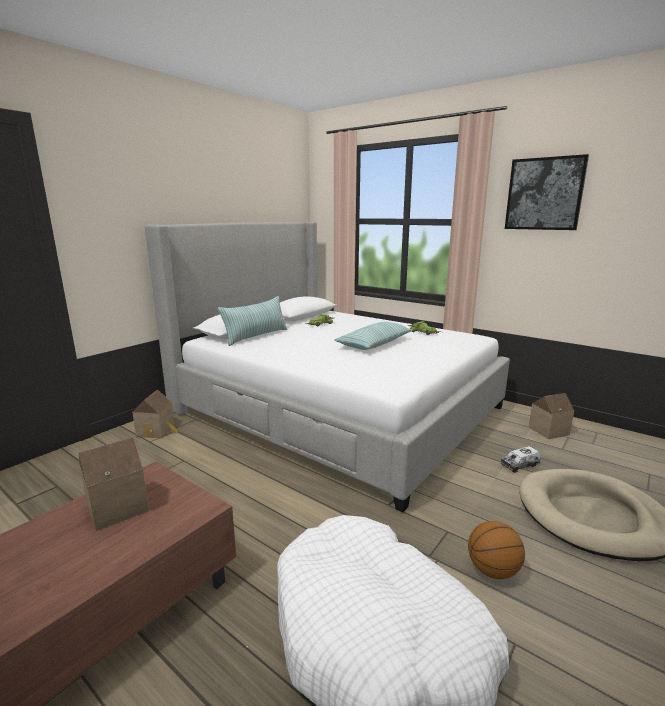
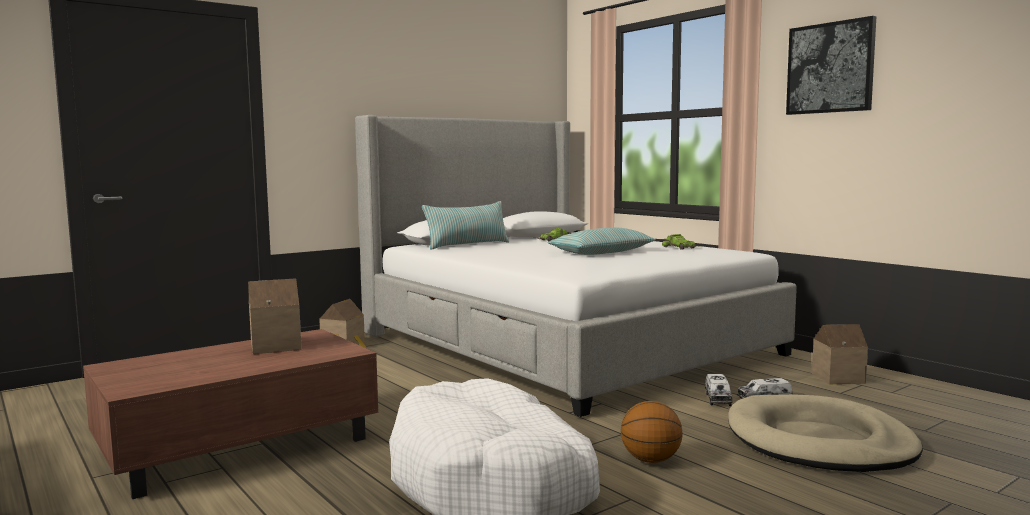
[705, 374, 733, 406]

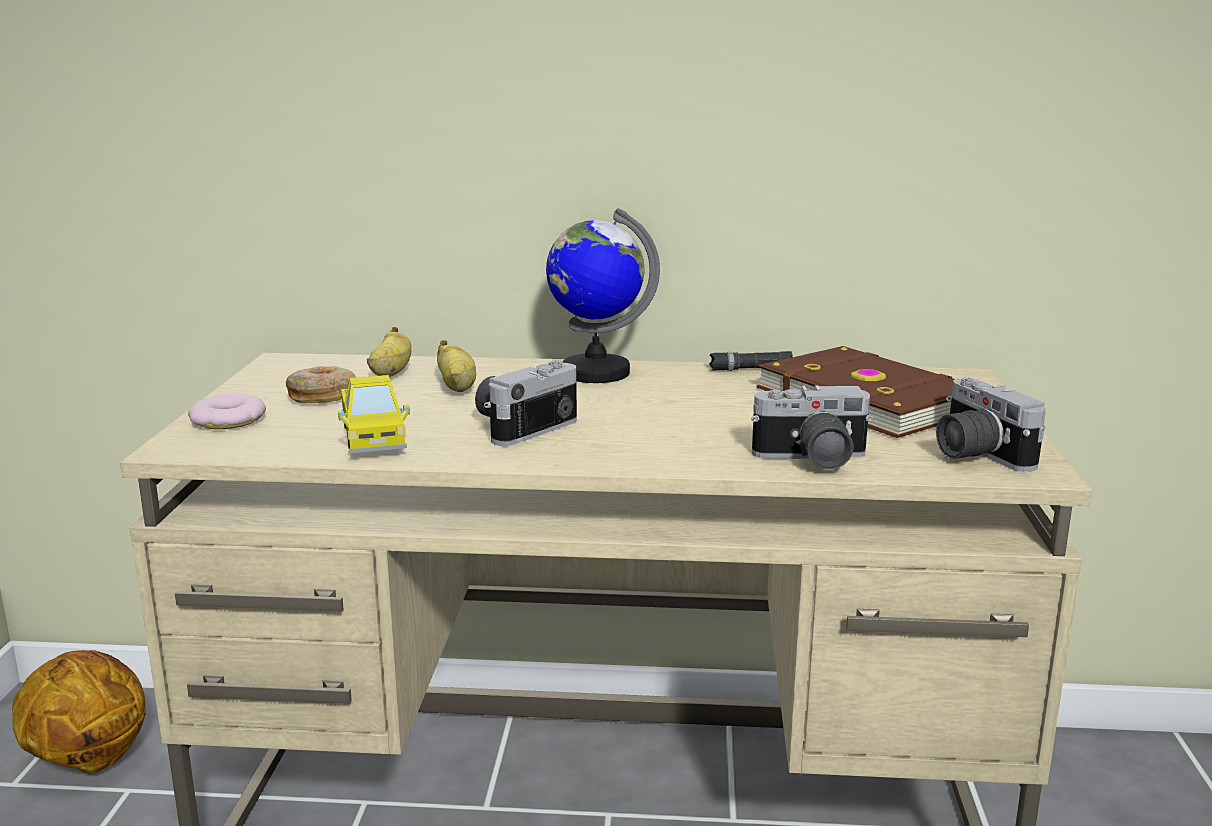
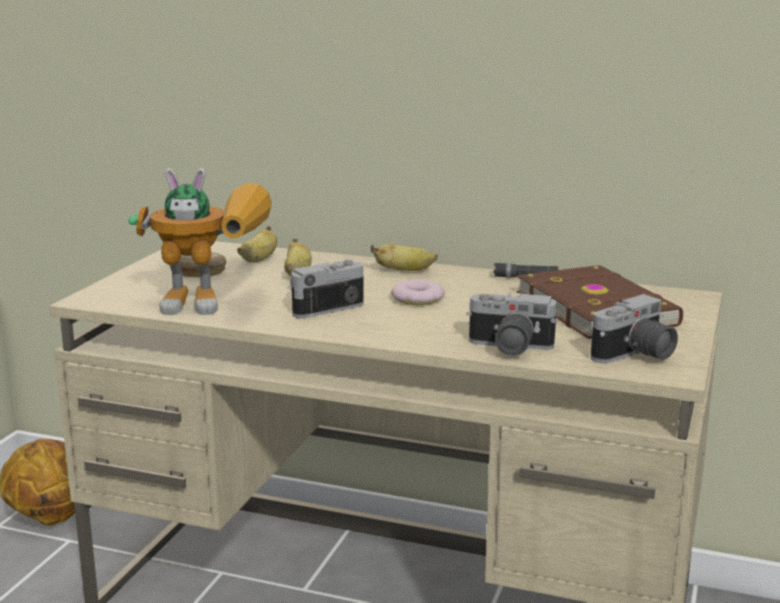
[391, 280, 445, 305]
[128, 168, 272, 315]
[371, 244, 438, 271]
[591, 294, 678, 364]

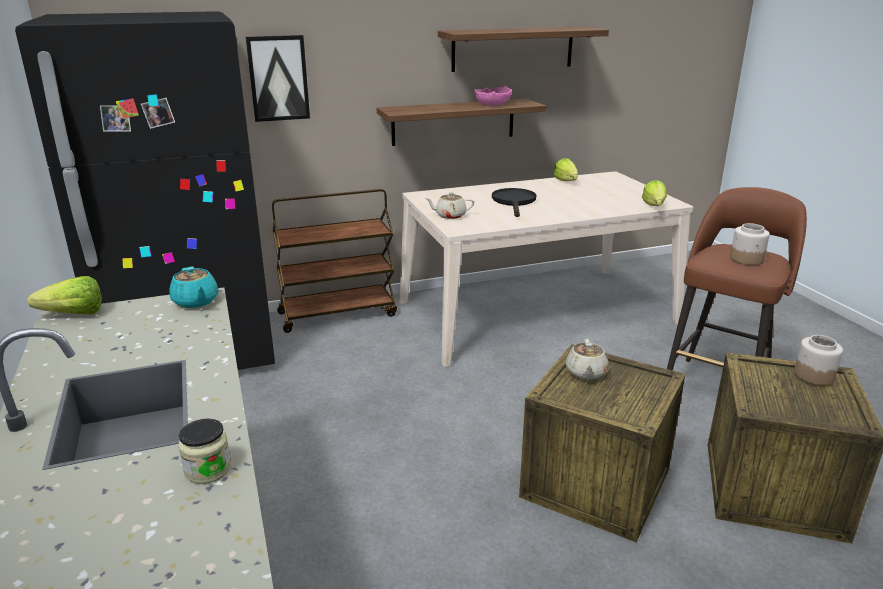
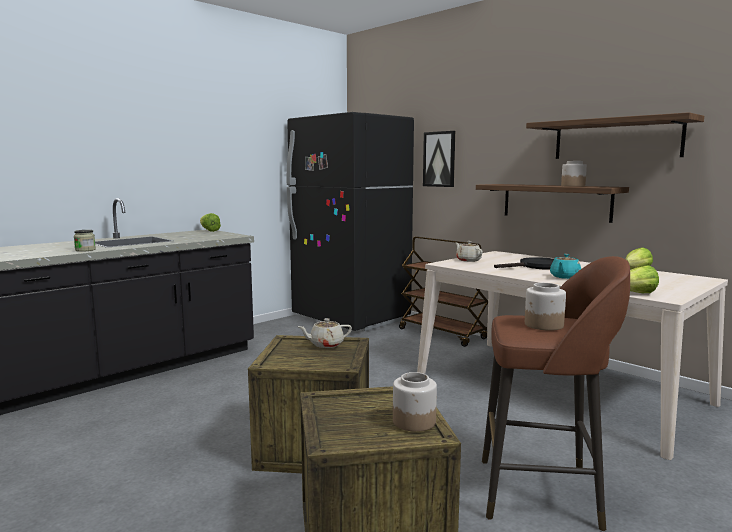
[550, 254, 581, 279]
[561, 161, 587, 187]

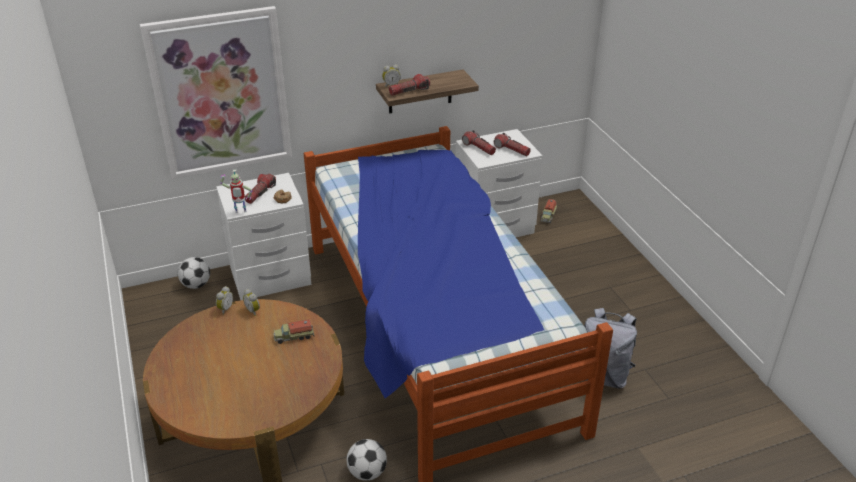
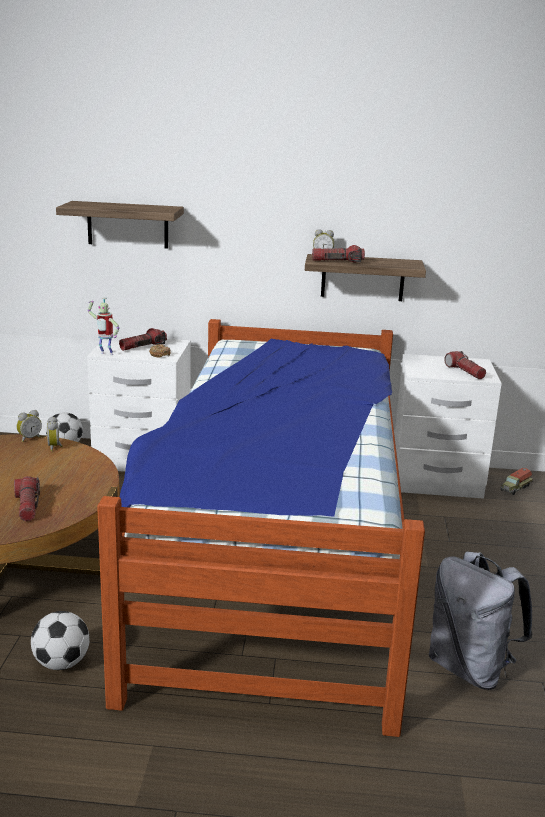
[56, 201, 184, 249]
[273, 319, 314, 344] (first image)
[14, 476, 40, 521]

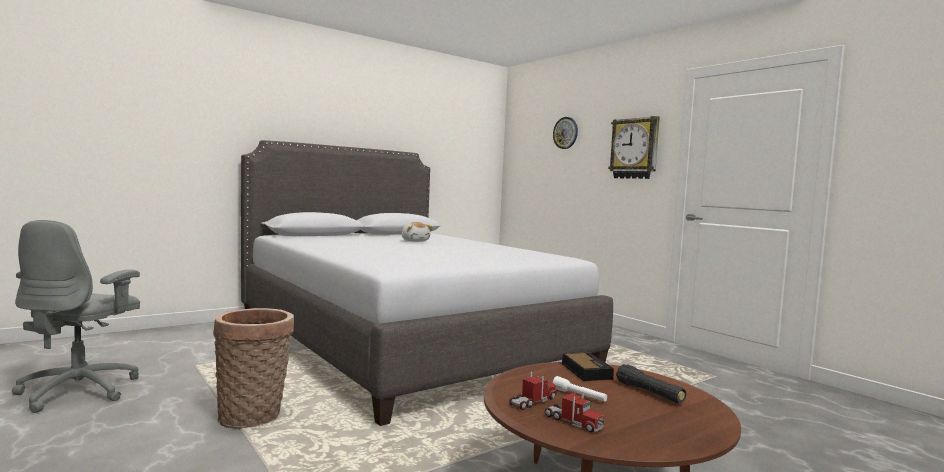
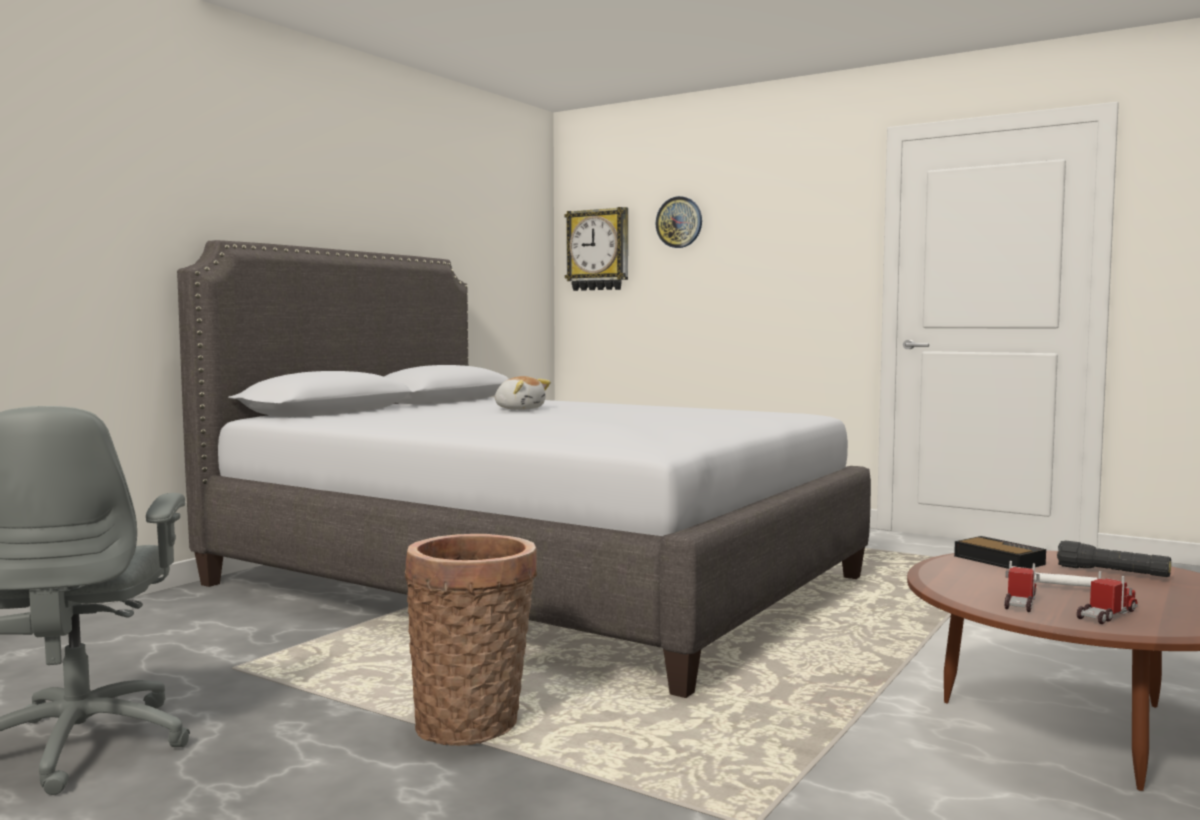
[1077, 571, 1138, 624]
[565, 207, 628, 291]

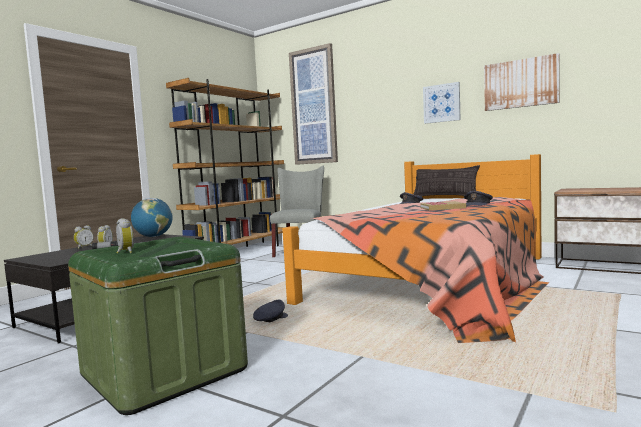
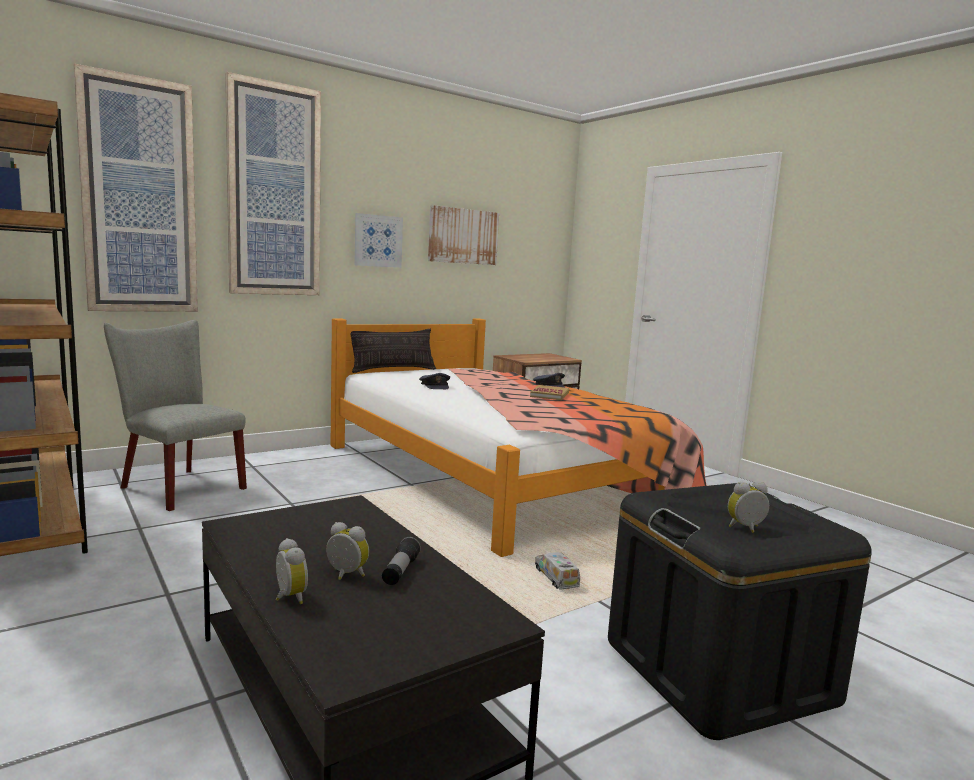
[608, 483, 872, 740]
[131, 198, 173, 237] (first image)
[535, 552, 580, 590]
[225, 72, 321, 295]

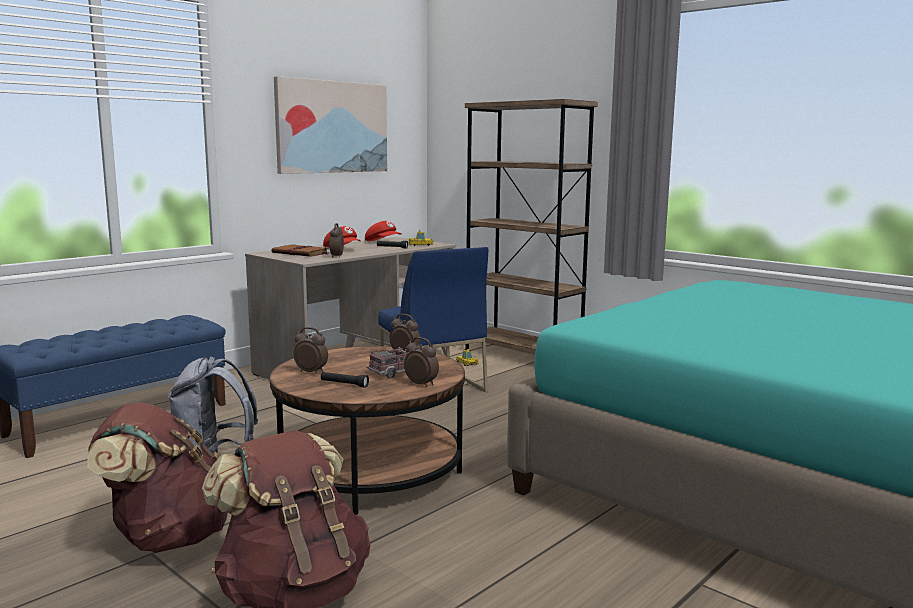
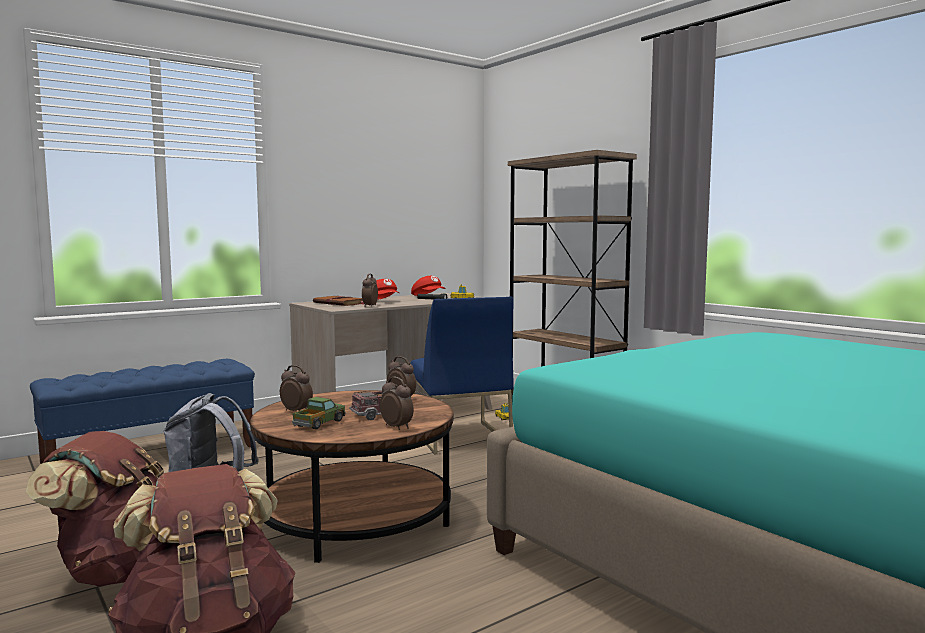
[274, 76, 387, 174] (first image)
[292, 397, 345, 429]

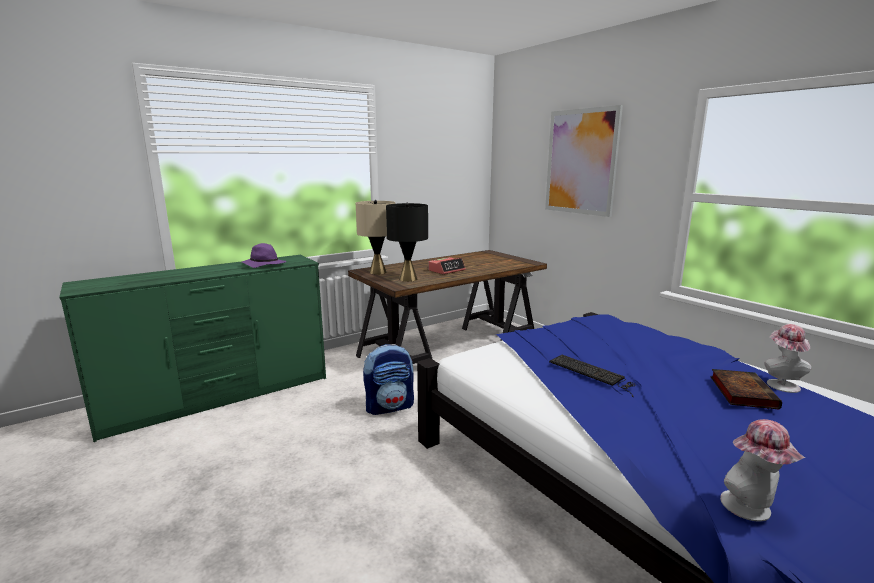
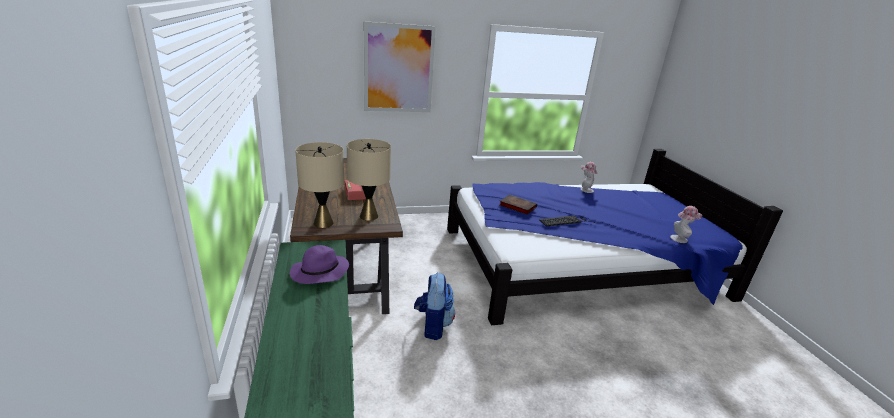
[347, 139, 391, 221]
[499, 195, 537, 215]

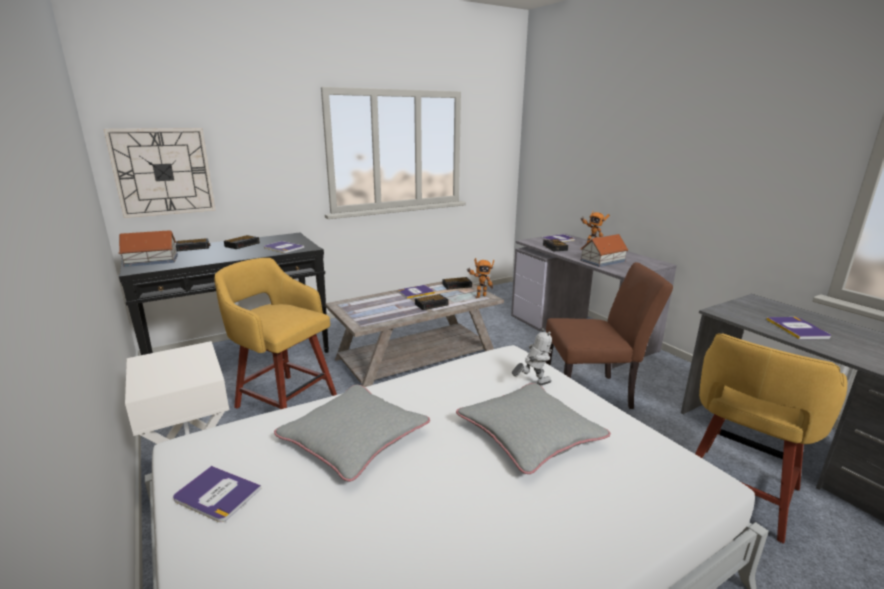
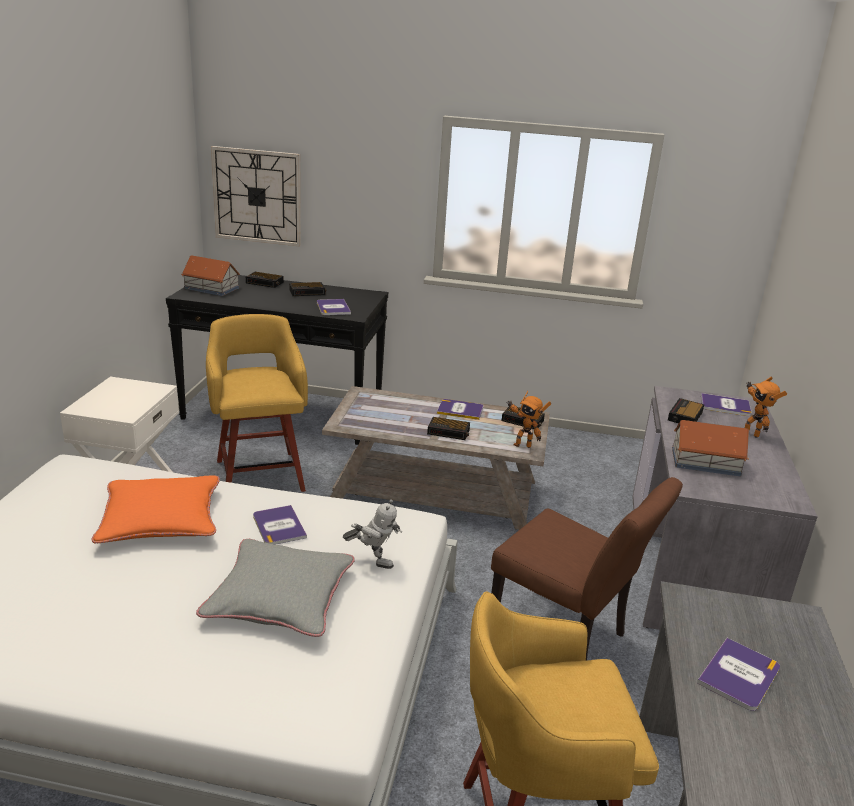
[253, 505, 307, 545]
[91, 475, 219, 543]

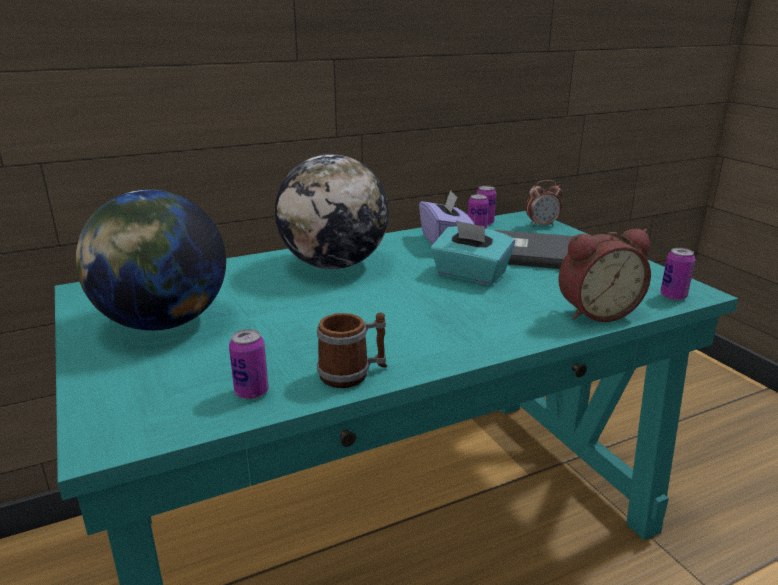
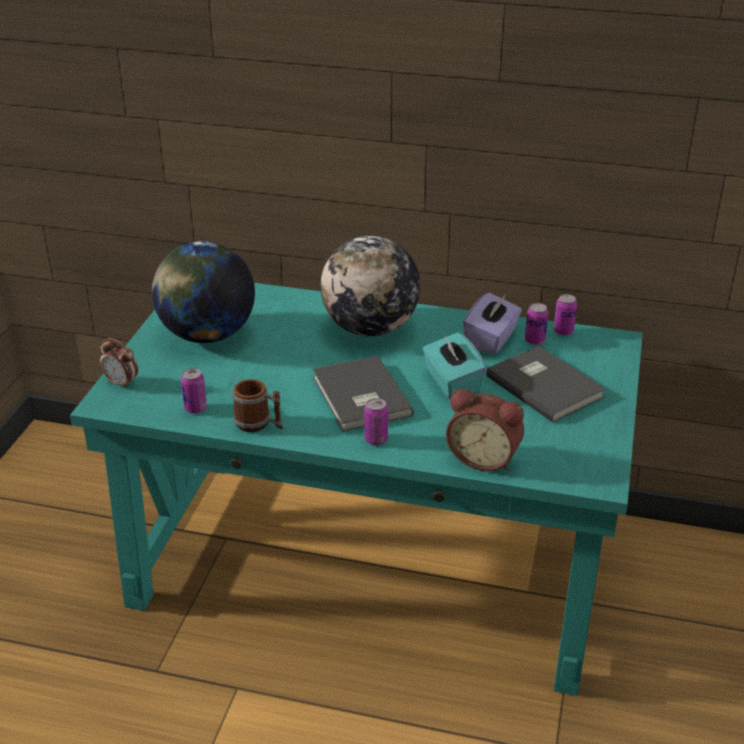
[100, 338, 138, 389]
[364, 398, 388, 445]
[313, 356, 414, 432]

